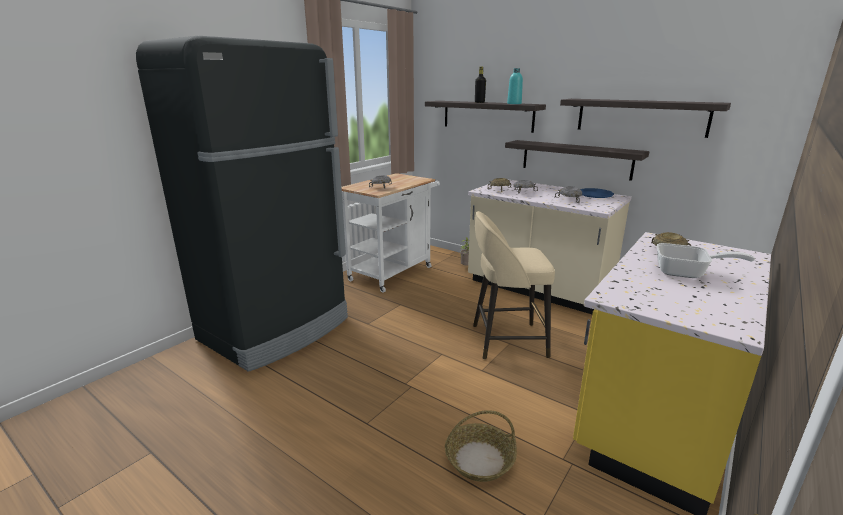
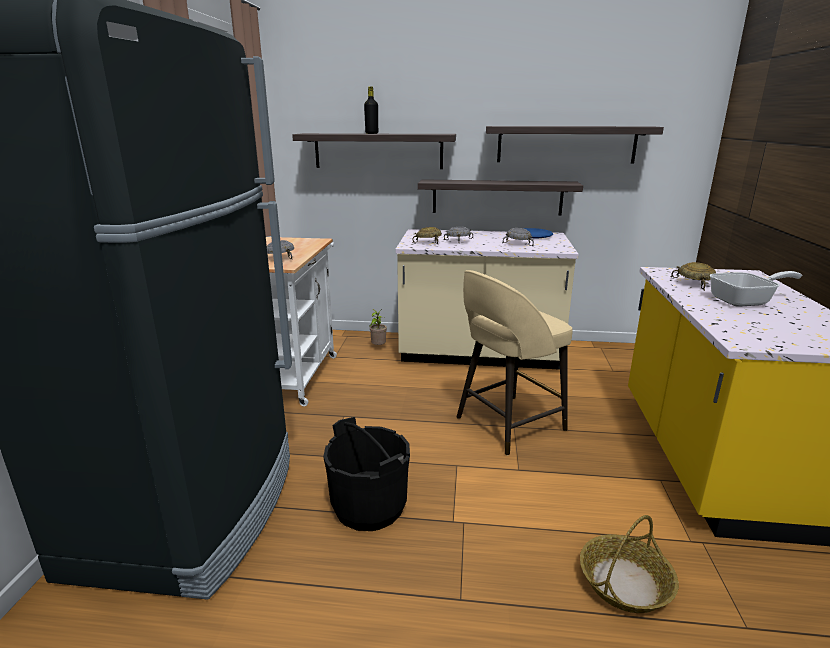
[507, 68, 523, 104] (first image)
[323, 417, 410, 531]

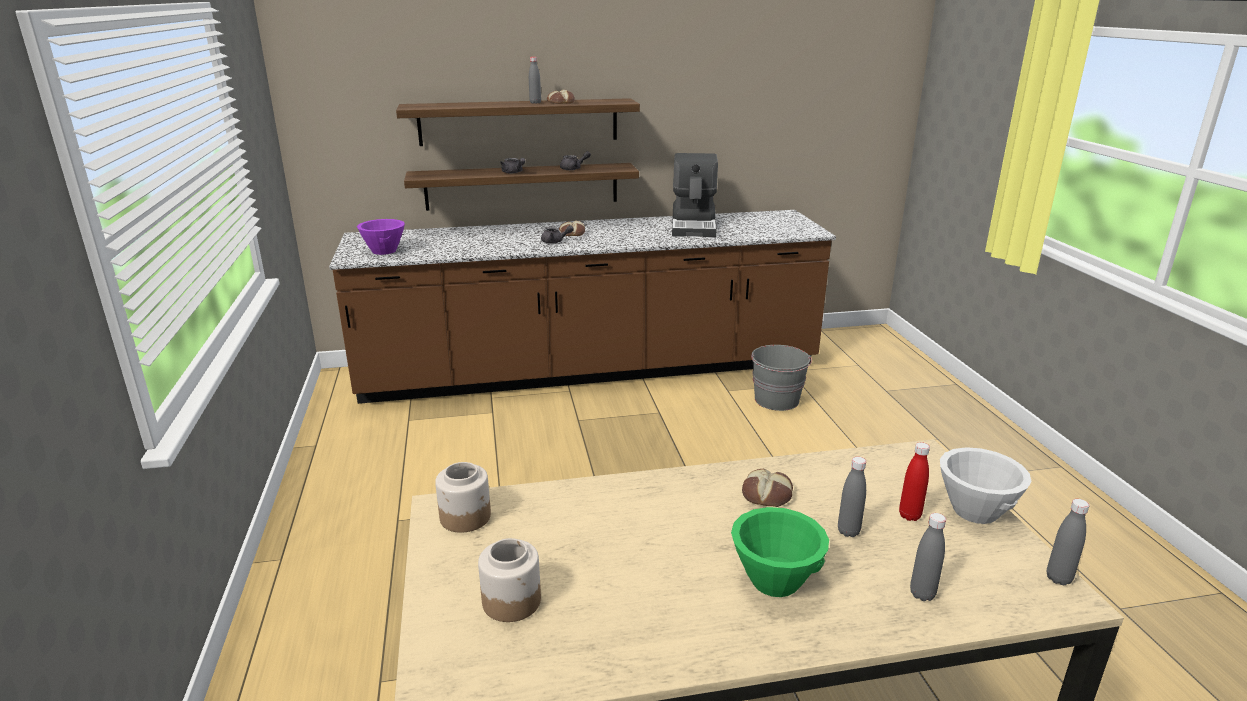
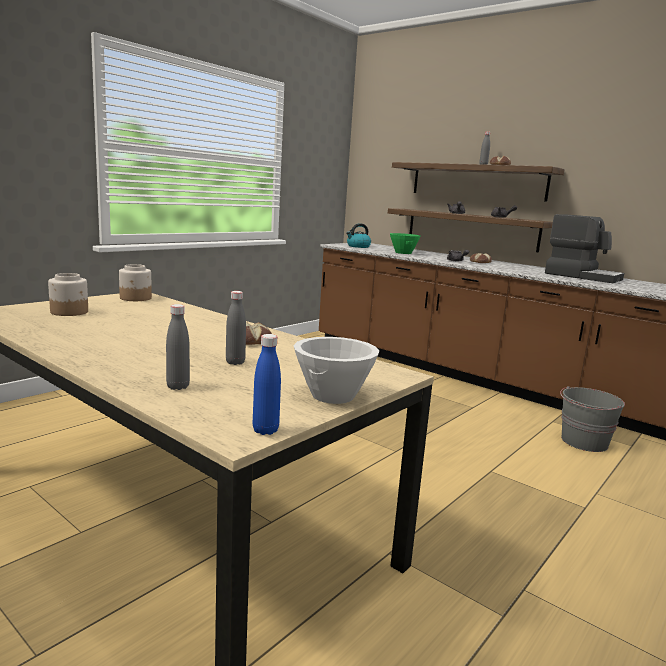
[346, 223, 371, 248]
[545, 214, 624, 283]
[390, 233, 421, 254]
[899, 442, 930, 521] (first image)
[253, 334, 281, 435]

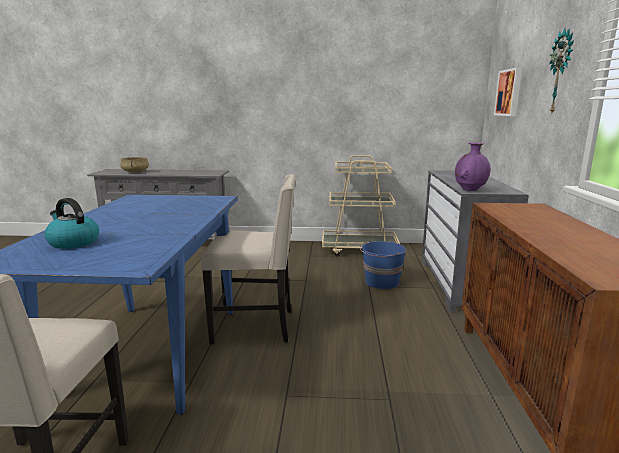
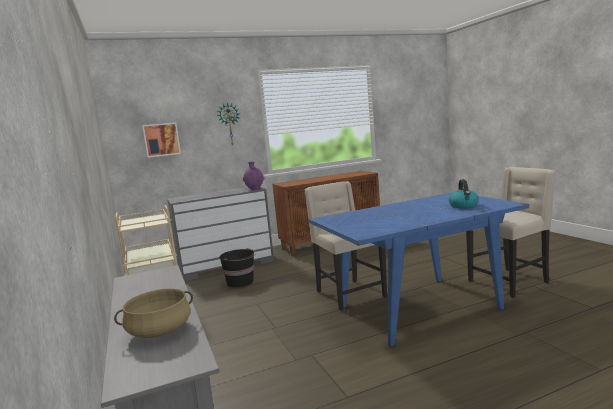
[219, 248, 256, 287]

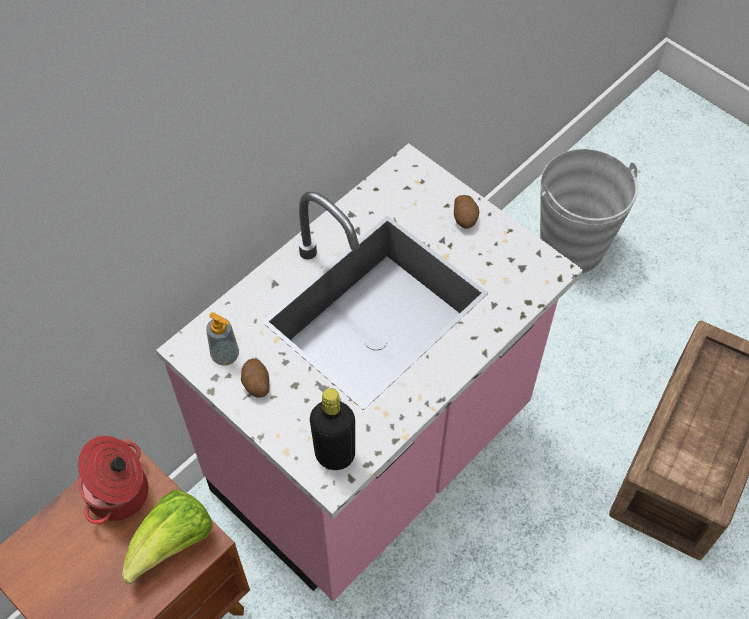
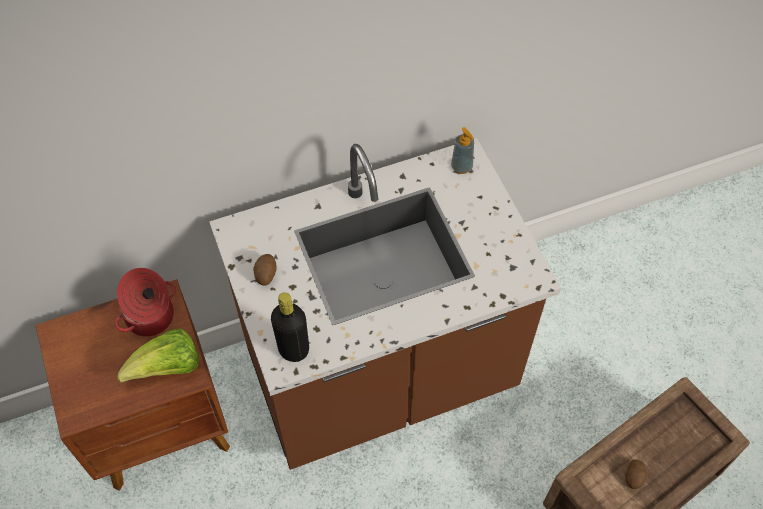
[209, 138, 561, 470]
[451, 127, 474, 174]
[625, 459, 647, 489]
[540, 149, 641, 273] (first image)

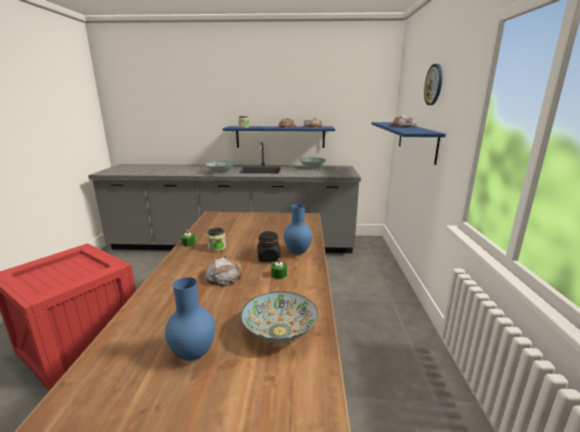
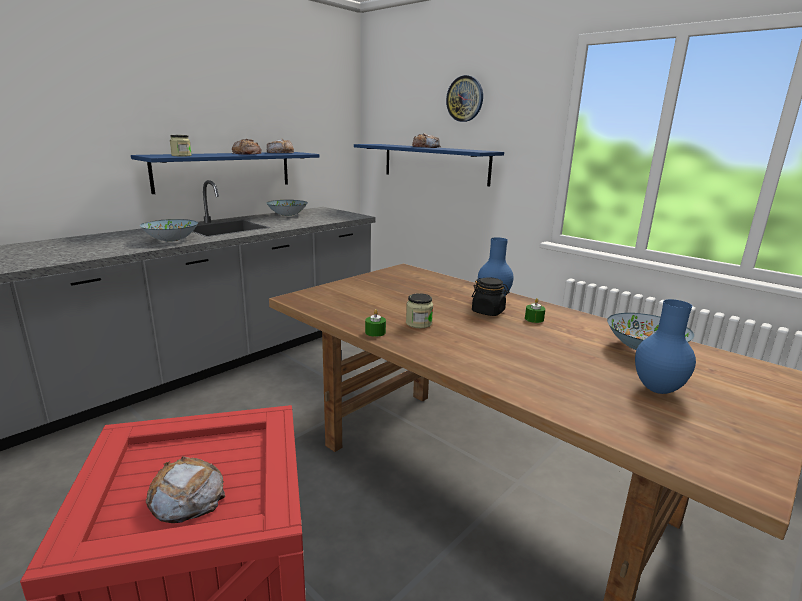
[146, 456, 225, 523]

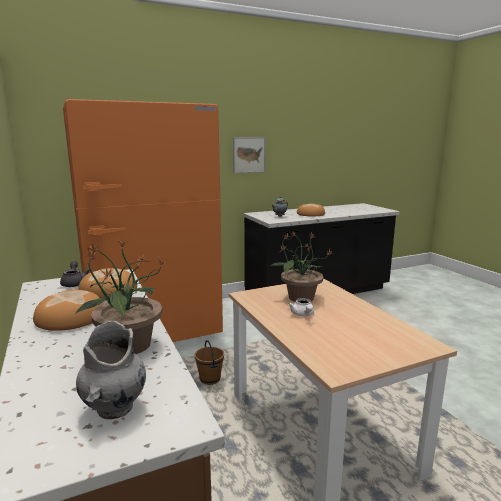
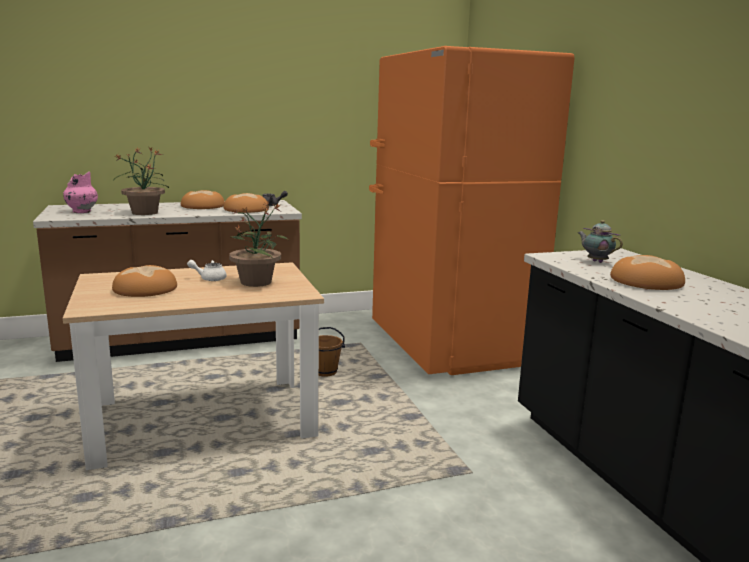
[63, 171, 98, 213]
[233, 137, 266, 174] (first image)
[112, 265, 177, 297]

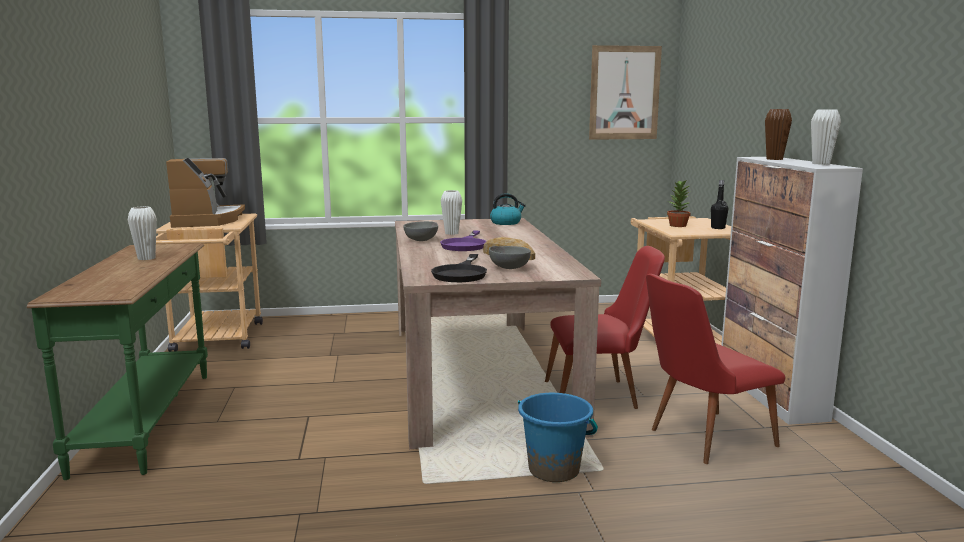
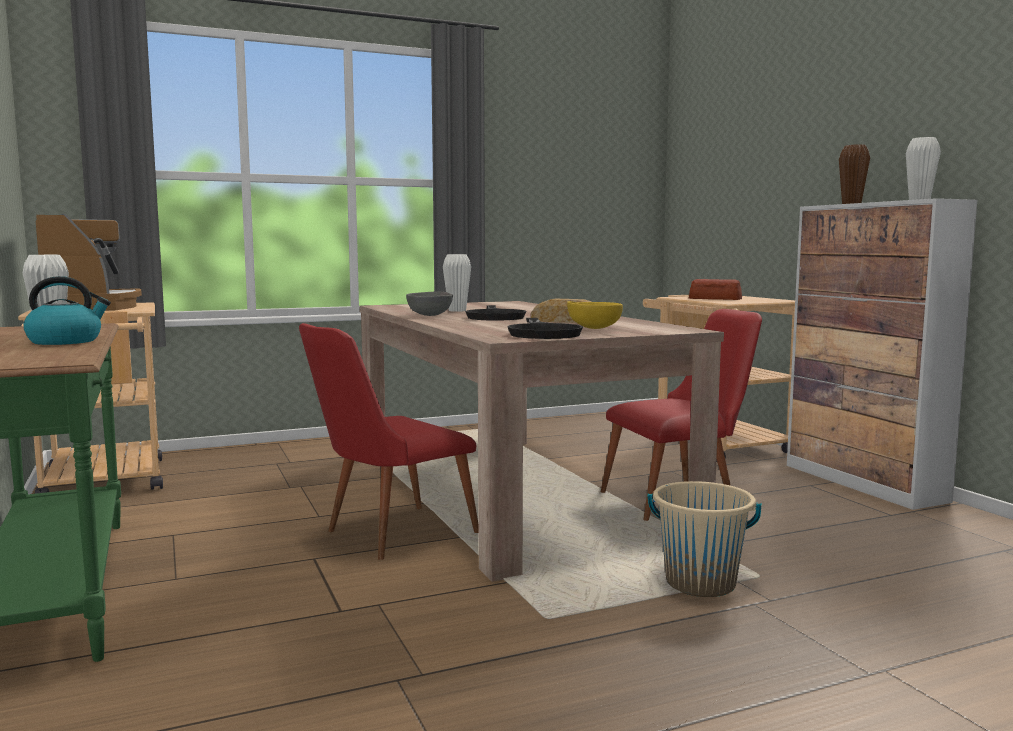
[465, 305, 526, 321]
[567, 301, 623, 329]
[23, 276, 111, 345]
[648, 481, 761, 597]
[589, 45, 662, 140] (first image)
[299, 323, 479, 560]
[689, 279, 742, 300]
[711, 180, 728, 229] (first image)

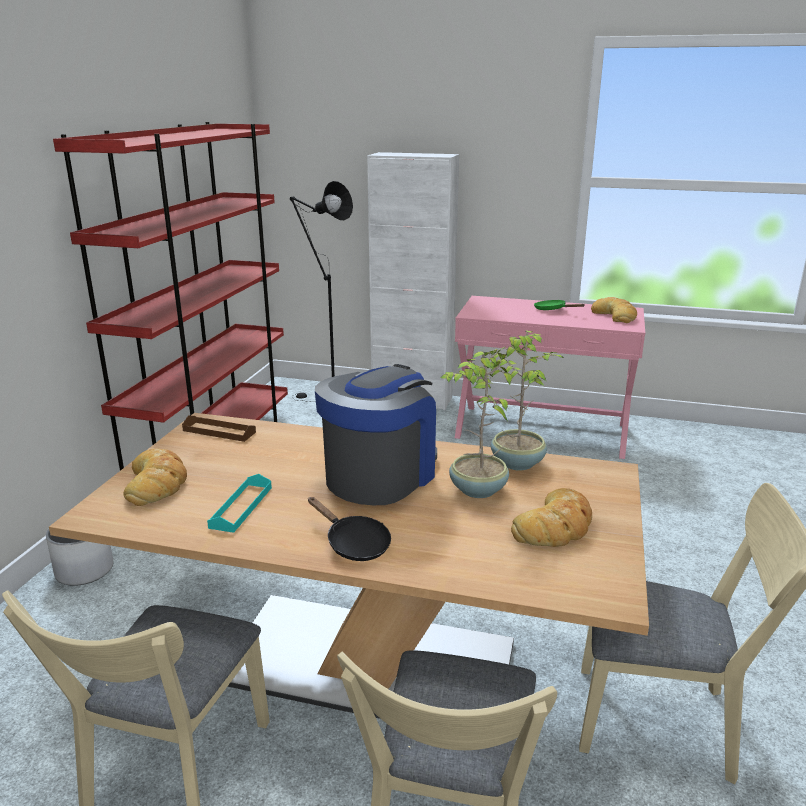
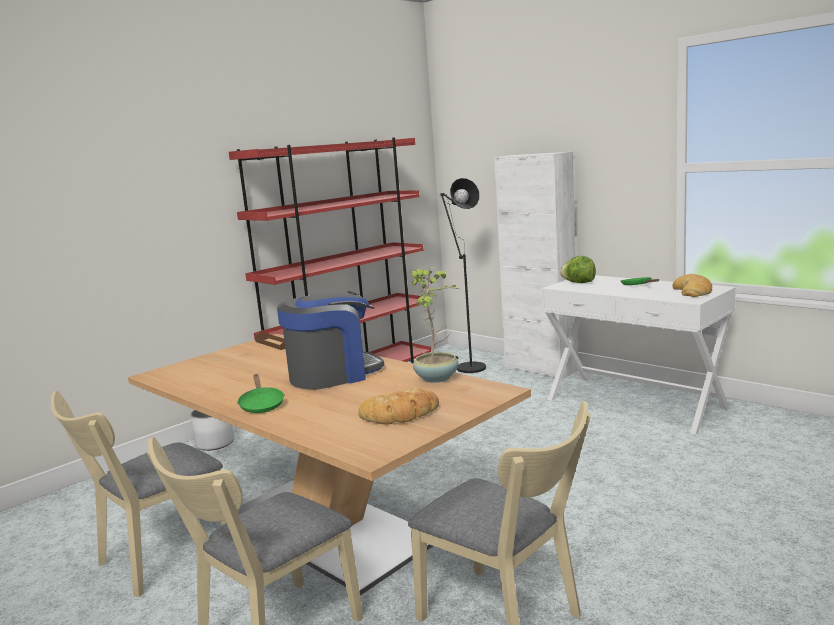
[123, 449, 187, 506] (first image)
[207, 474, 272, 533] (first image)
[237, 374, 285, 413]
[440, 349, 512, 498] (first image)
[541, 275, 736, 435]
[560, 256, 596, 283]

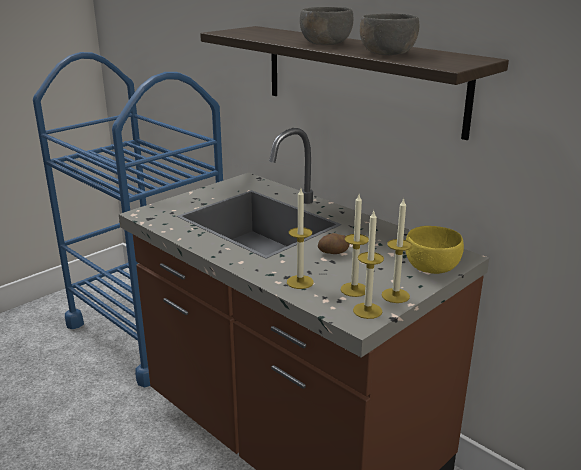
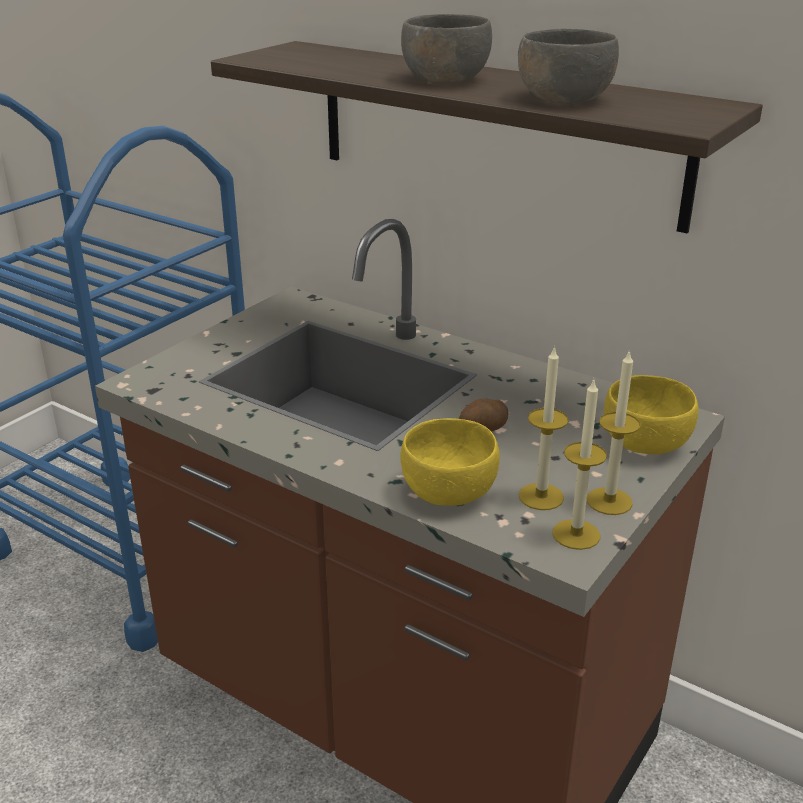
[400, 418, 500, 506]

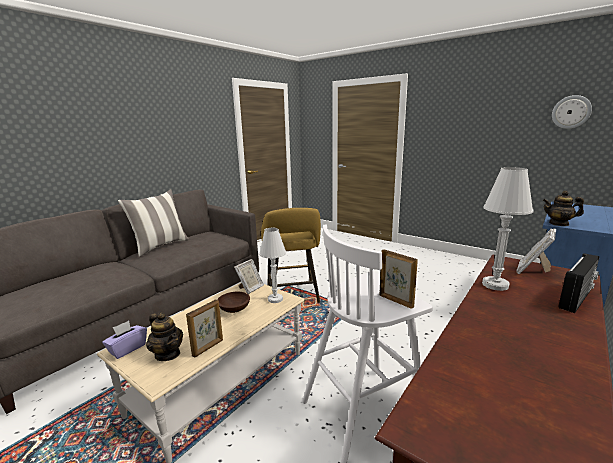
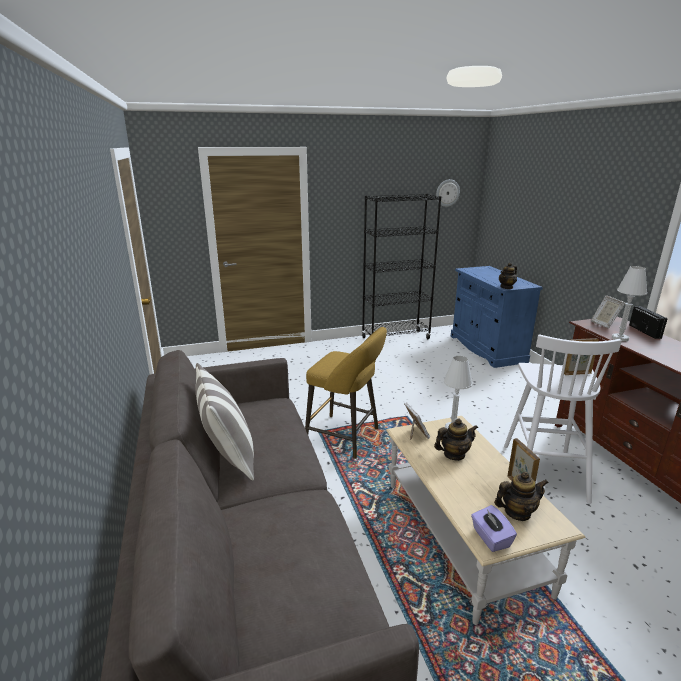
[434, 419, 478, 461]
[362, 193, 441, 339]

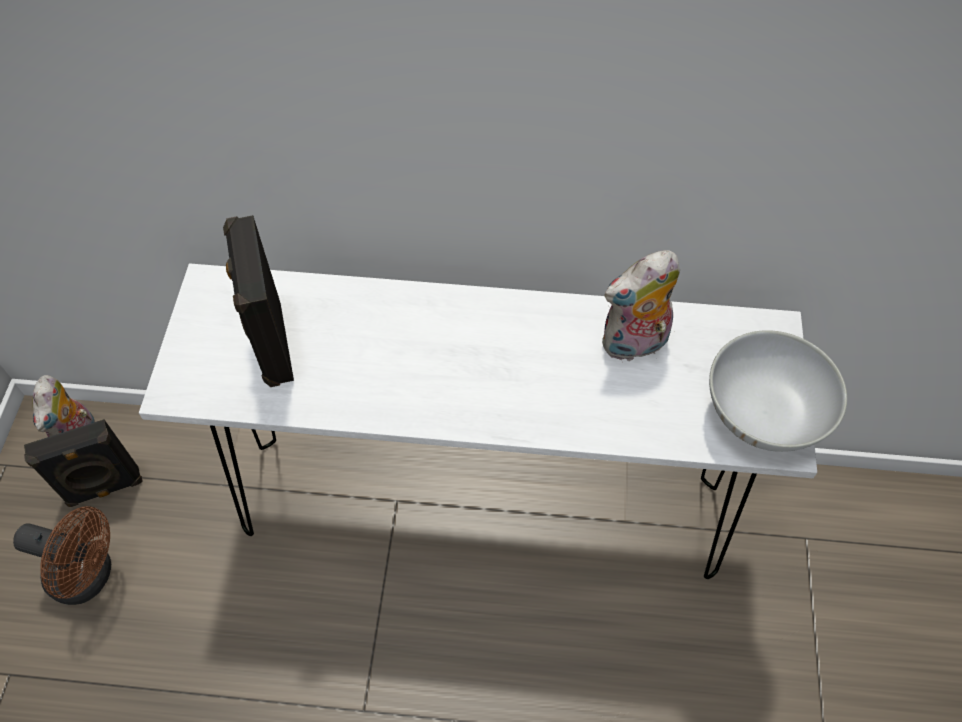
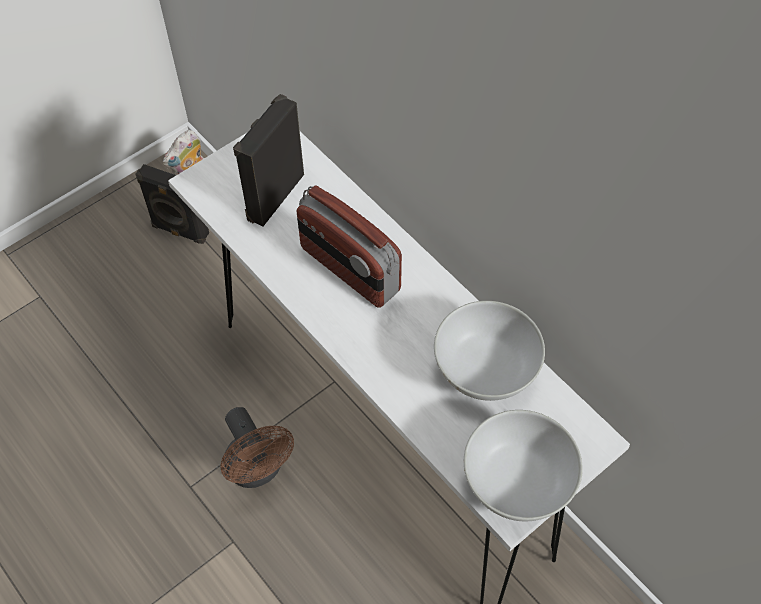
[220, 407, 294, 488]
[434, 301, 545, 401]
[297, 185, 402, 308]

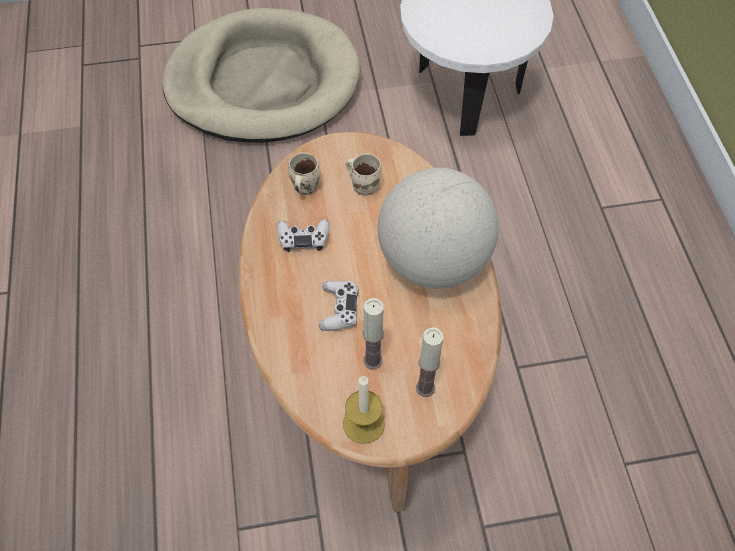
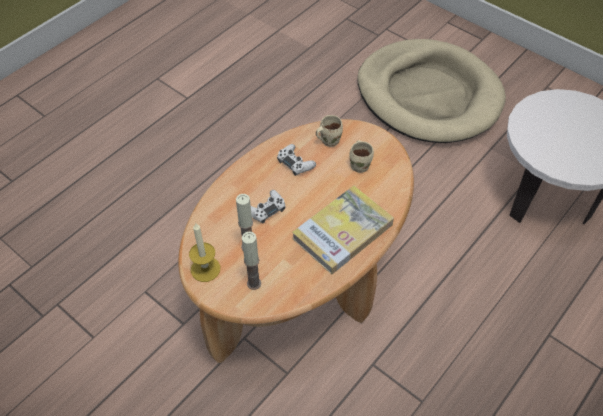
[292, 186, 394, 274]

